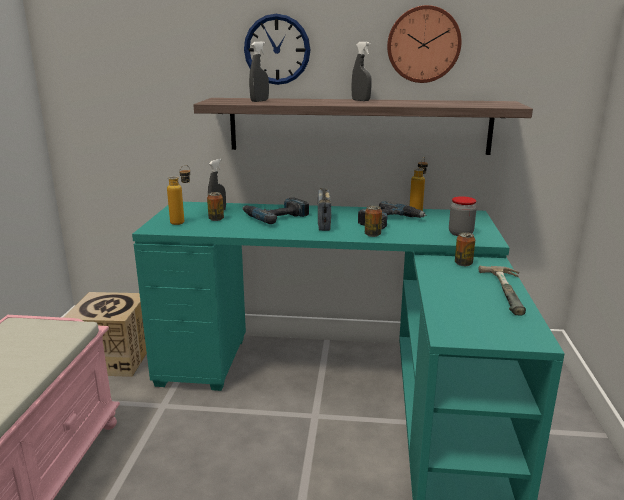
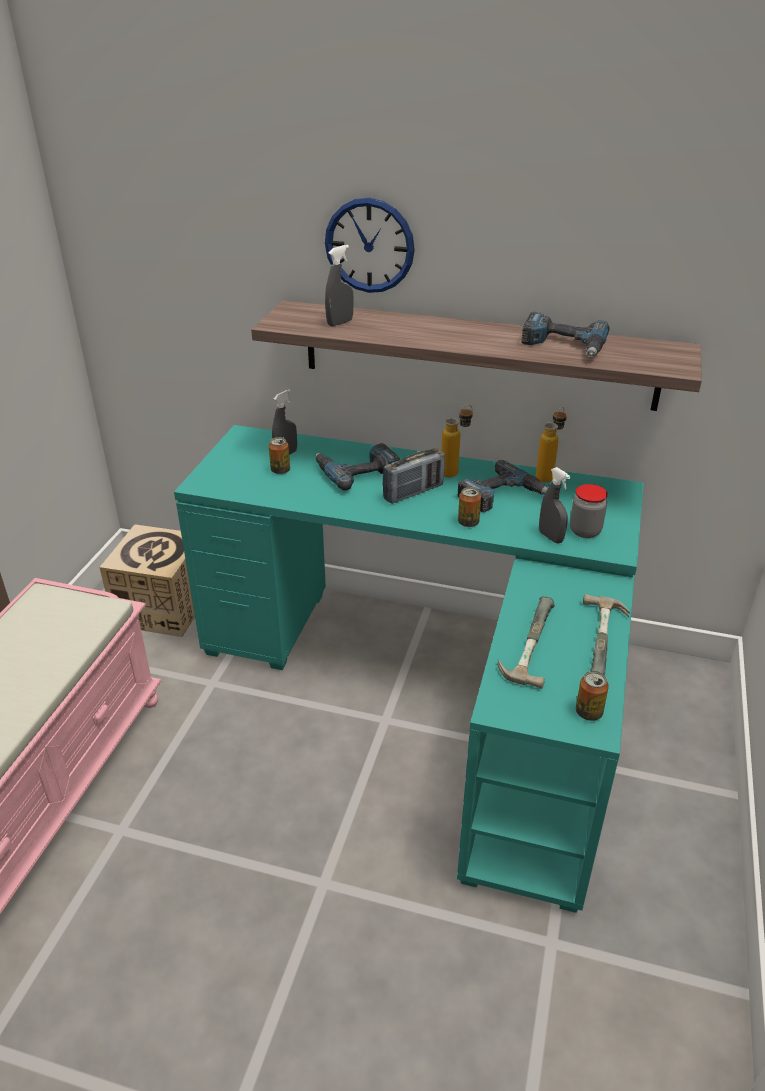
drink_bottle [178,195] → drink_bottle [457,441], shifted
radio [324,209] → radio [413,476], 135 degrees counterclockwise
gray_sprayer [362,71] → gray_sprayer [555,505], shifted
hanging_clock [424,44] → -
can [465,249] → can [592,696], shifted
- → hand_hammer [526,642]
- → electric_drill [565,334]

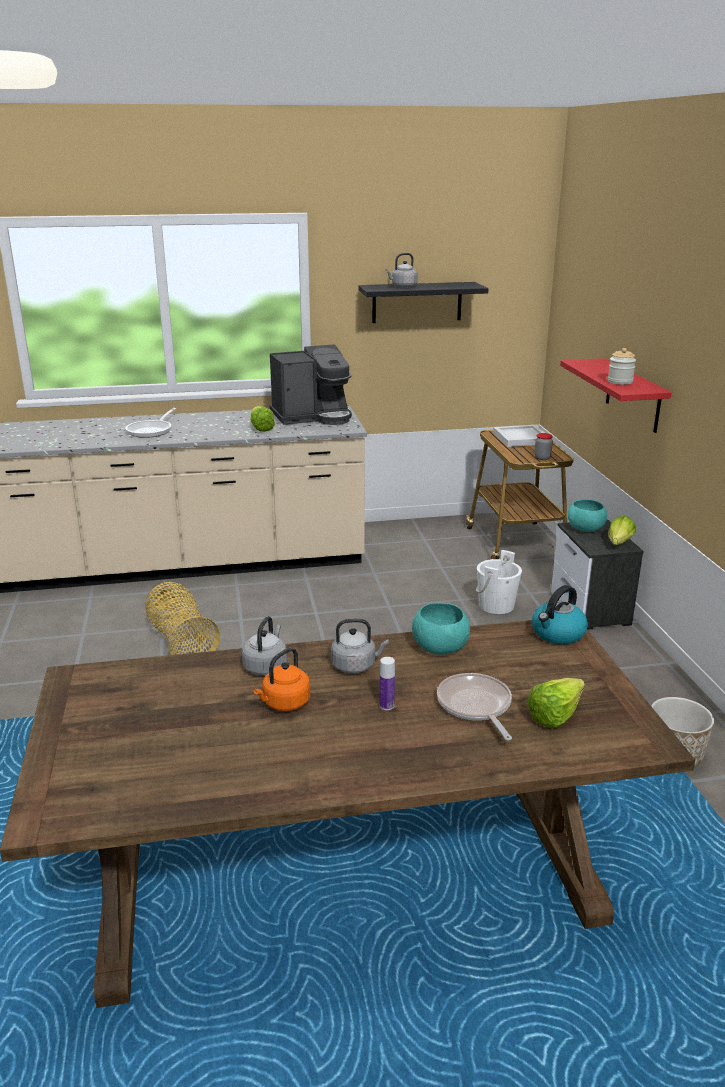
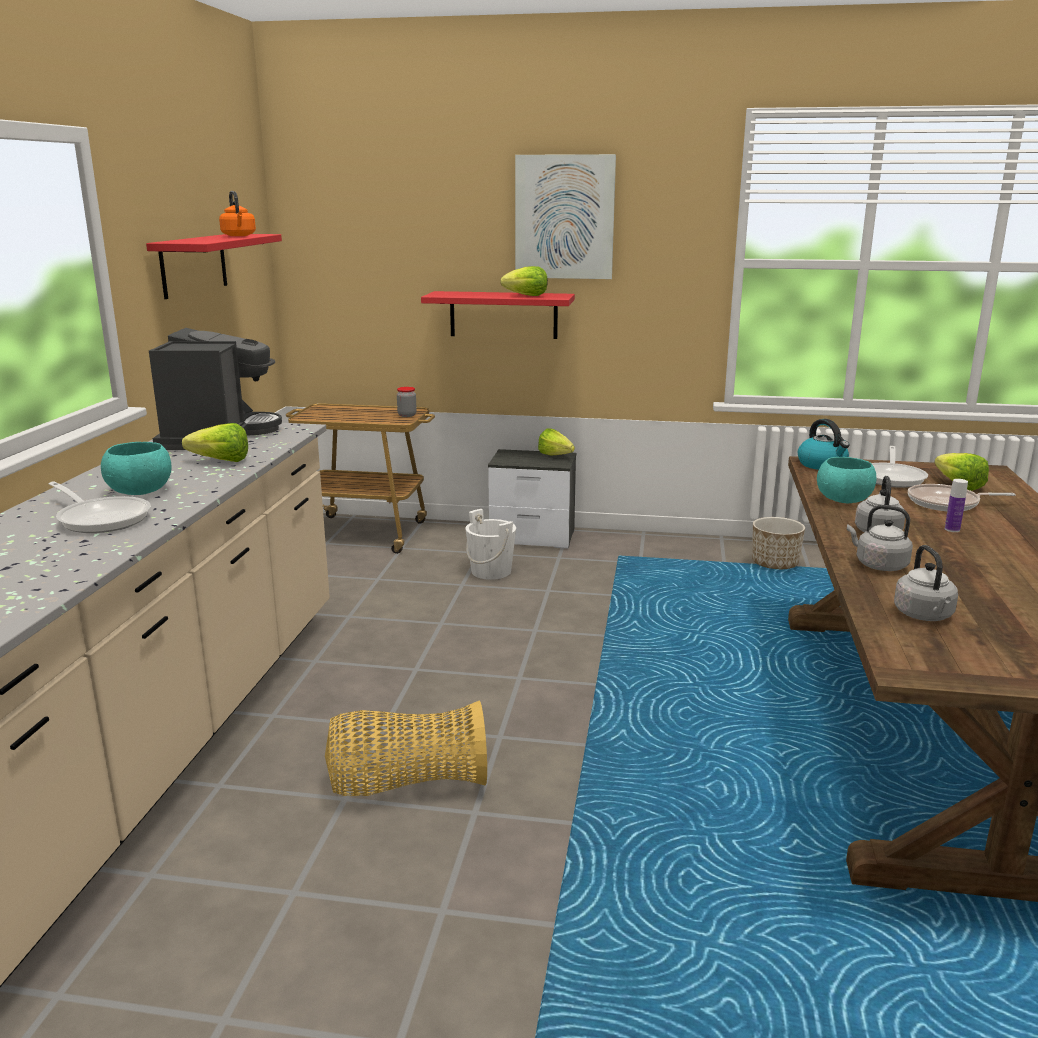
orange-coloured_water_kettle [281,679] → orange-coloured_water_kettle [237,213], shifted
black_wall_shelf [424,302] → red-coloured_wall_shelf [214,266]
gray_water_kettle [401,270] → gray_water_kettle [926,583], shifted
white_tray [519,436] → -
turquoise-coloured_deep_dish [587,515] → turquoise-coloured_deep_dish [136,468], shifted
jar [622,366] → head_of_lettuce [524,281]
- → picture [565,216]
- → pan [899,467]

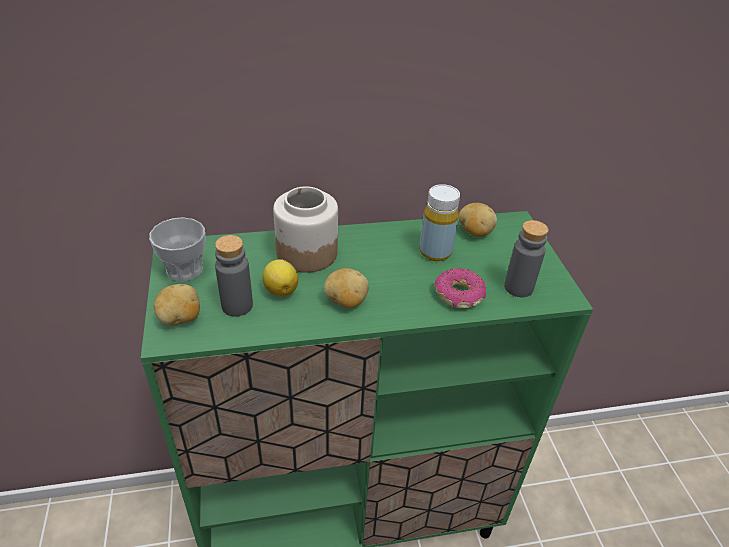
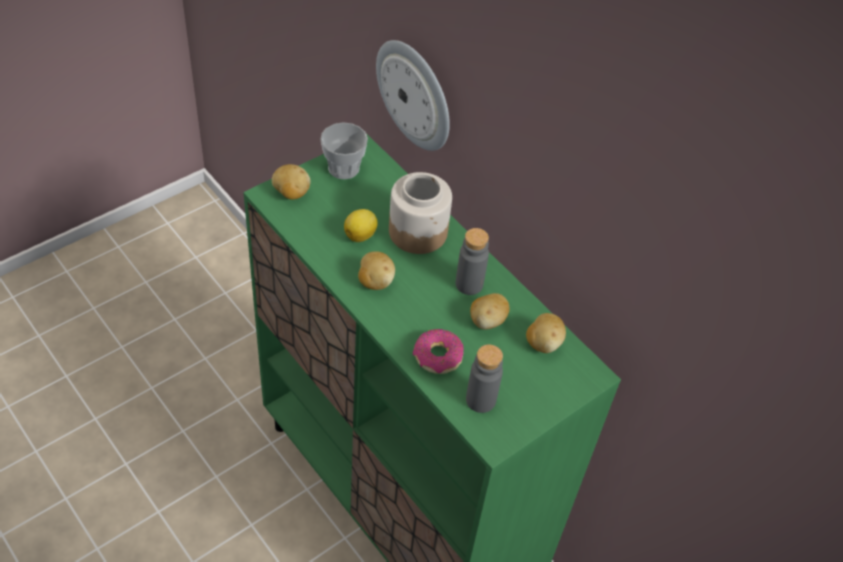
gray_drink_bottle [234,275] → gray_drink_bottle [472,261], shifted
yellowish_drink_bottle [439,222] → spud [490,311]
- → hanging_clock [413,95]

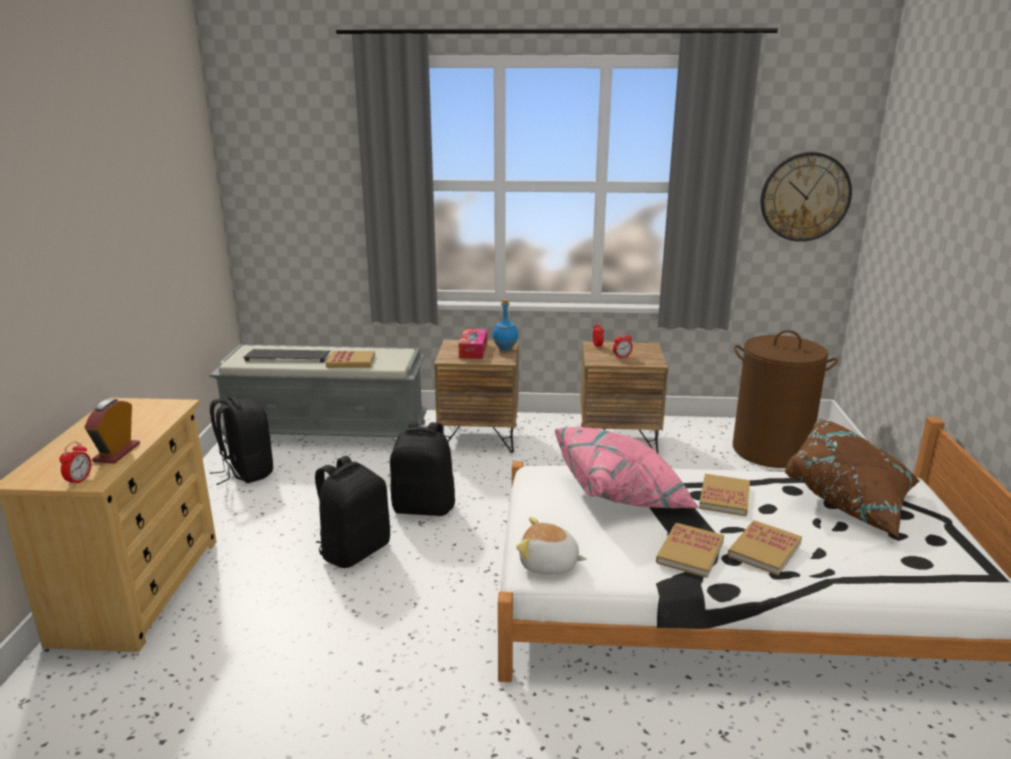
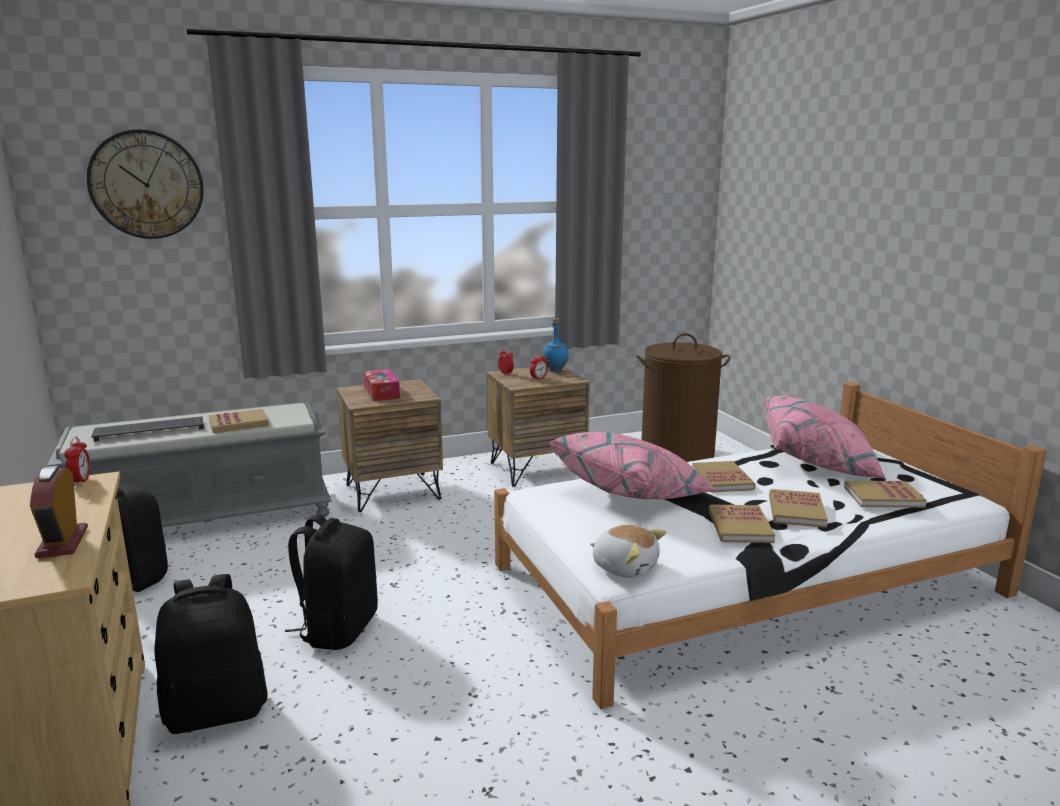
alarm_clock [75,463] → alarm_clock [77,461], shifted
black_backpack [422,468] → black_backpack [211,654], shifted
blue-coloured_drink_bottle [505,325] → blue-coloured_drink_bottle [556,345], shifted
soft_toy [551,546] → soft_toy [628,551], 135 degrees counterclockwise
hanging_clock [806,197] → hanging_clock [145,184], shifted
brownish_throw_pillow [852,478] → pink_throw_pillow [825,437]
- → bound_book [885,494]

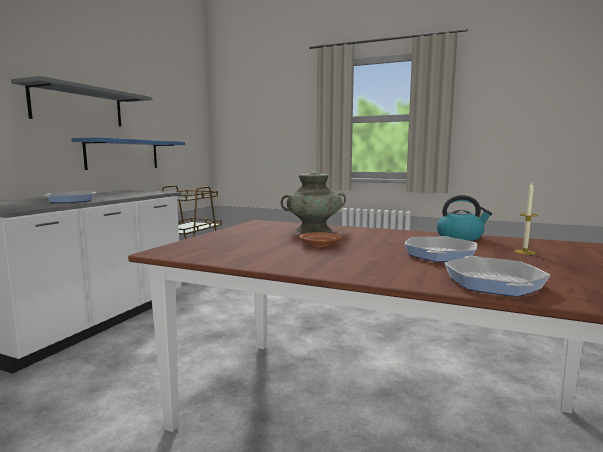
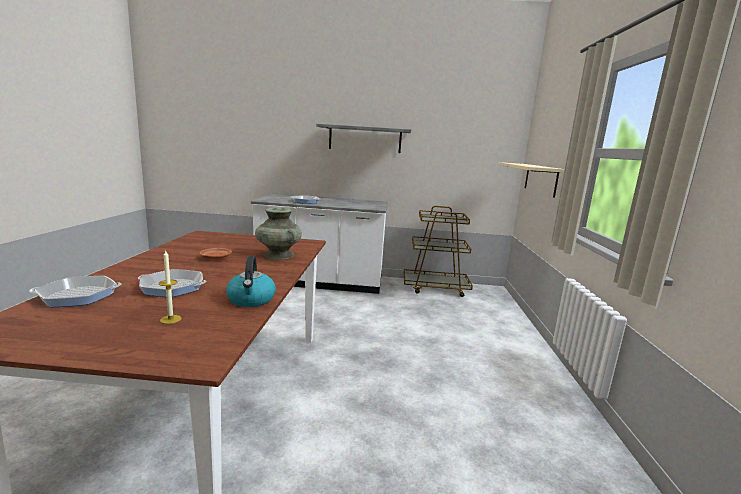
blue-coloured_wall_shelf [128,153] → -
- → sand-coloured_wall_shelf [531,180]

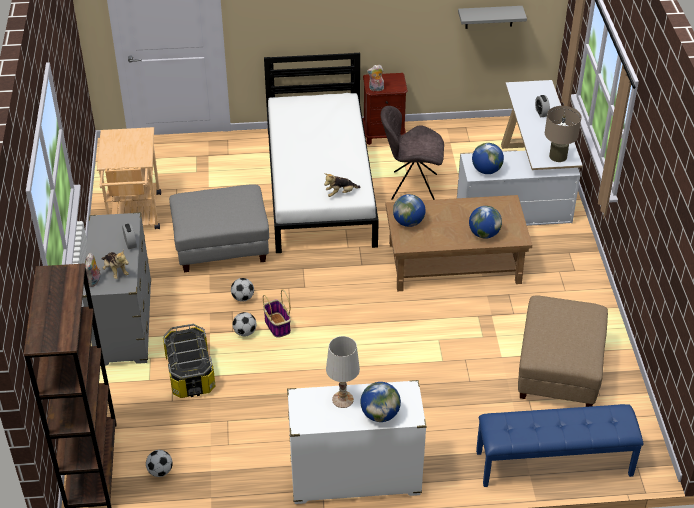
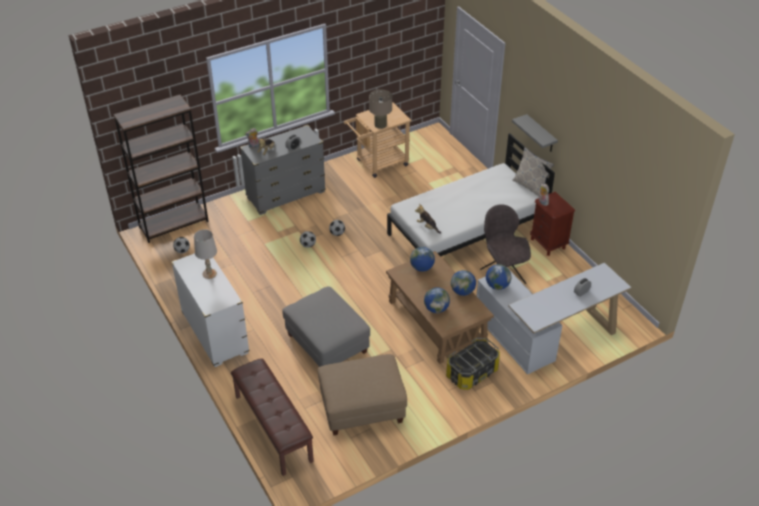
storage_container [189,361] → storage_container [473,363], shifted
gray_pouffe [219,228] → gray_pouffe [326,326], shifted
household_basket [277,313] → -
world_globe [381,402] → world_globe [463,283], shifted
gray_wall_shelf [492,17] → gray_wall_shelf [535,132], shifted
blue-coloured_indoor_bench [559,445] → brownish_indoor_bench [272,417]
sand-coloured_lamp_for_a_table [563,134] → sand-coloured_lamp_for_a_table [380,109], shifted
- → throw_pillow [533,171]

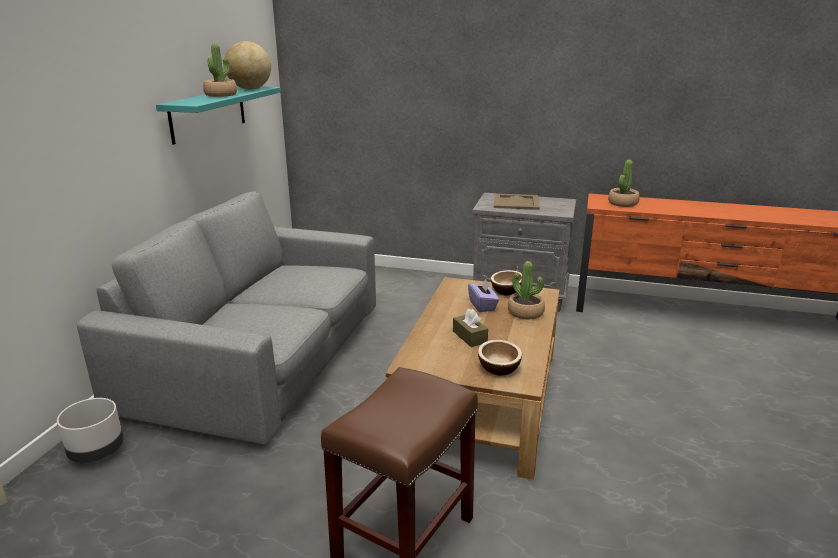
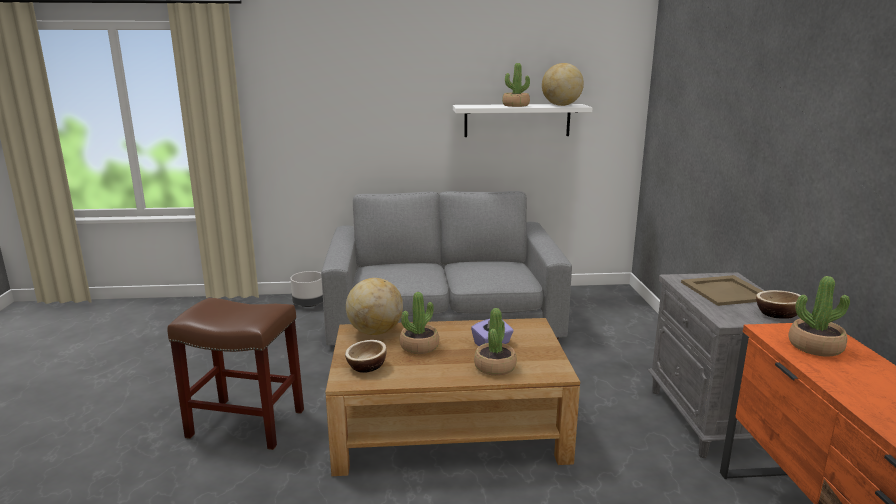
turquoise-coloured_wall_shelf [218,115] → white_wall_shelf [522,120]
brownish_box_of_tissues [470,328] → potted_plant [419,323]
deep_dish [506,283] → deep_dish [778,304], shifted
- → world_globe [374,306]

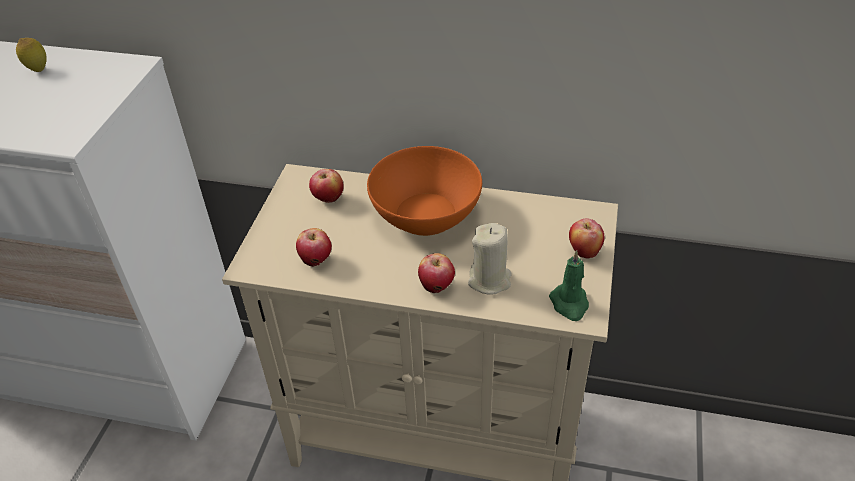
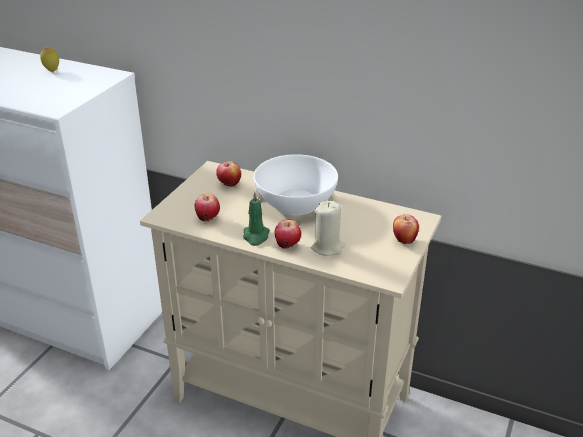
orange-coloured_deep_dish [424,191] → white_deep_dish [296,184]
green-coloured_wax_candle [569,285] → green-coloured_wax_candle [257,219], shifted

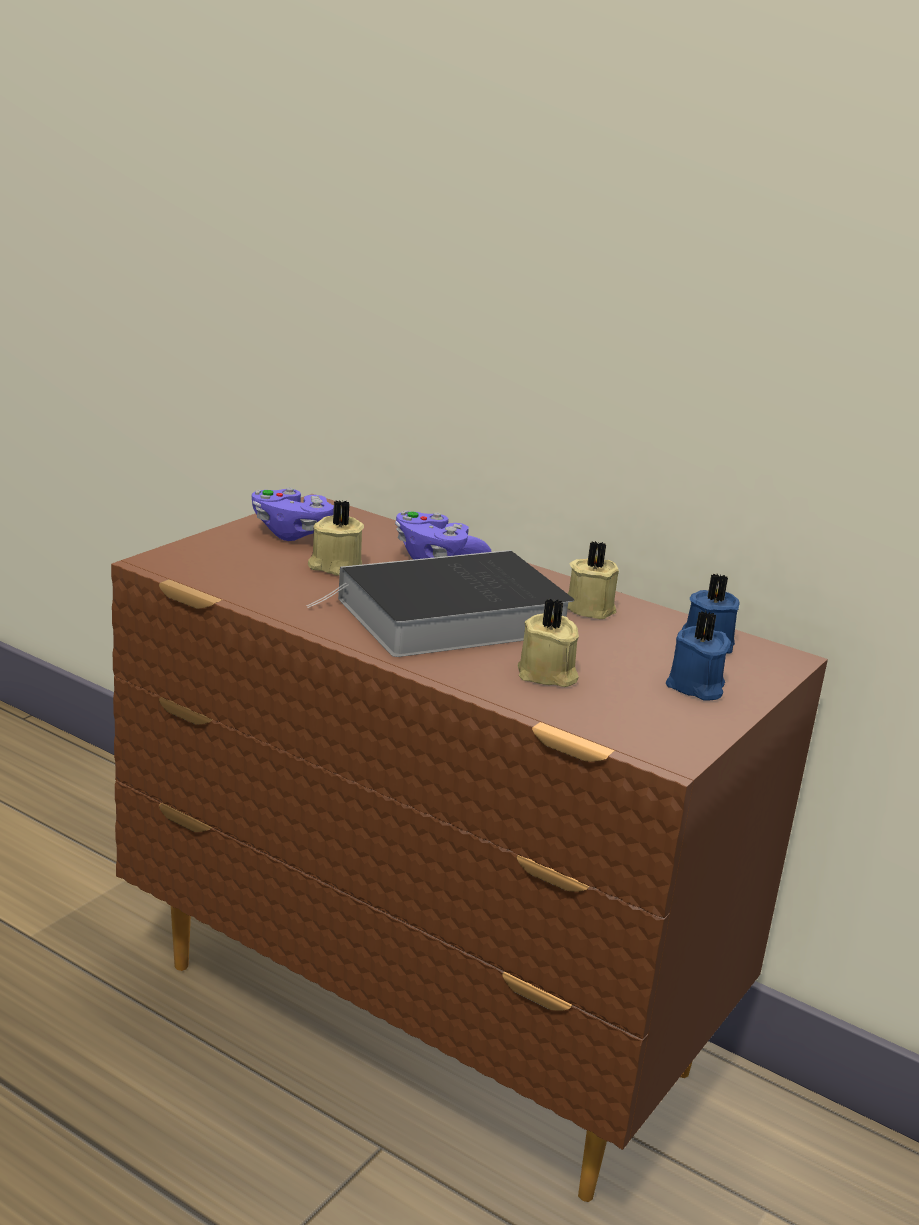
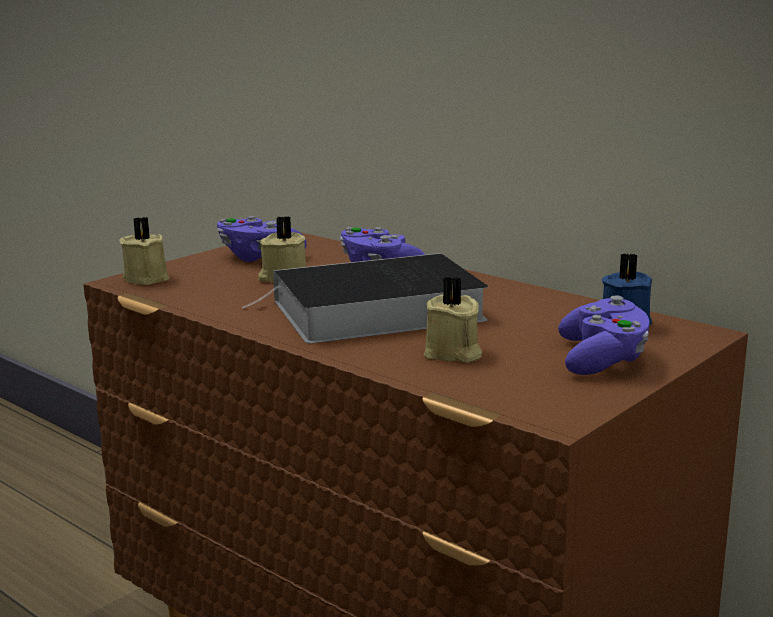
sand-coloured_wax_candle [593,580] → sand-coloured_wax_candle [144,251], shifted
blue-coloured_wax_candle [698,656] → purplish_joypad [604,335]

